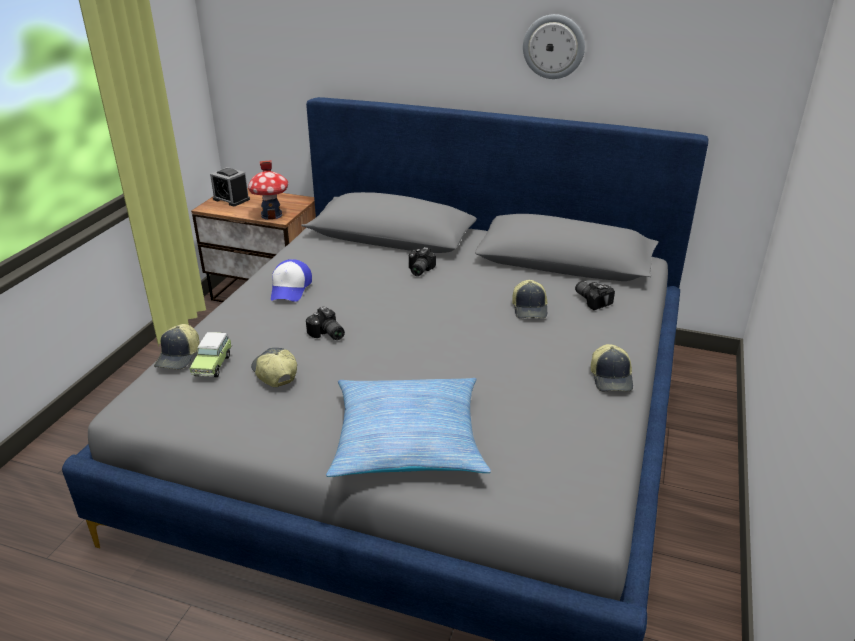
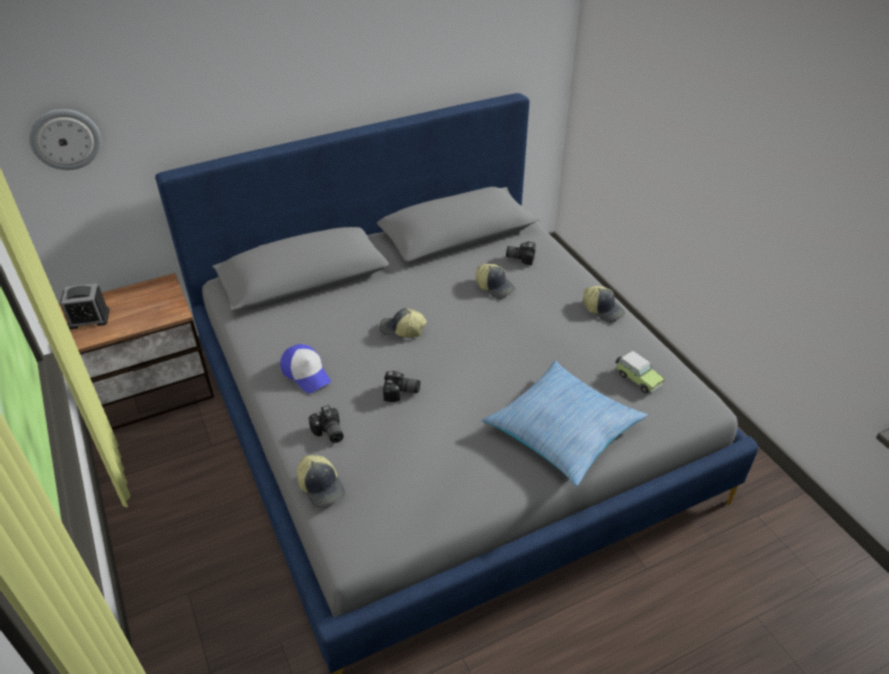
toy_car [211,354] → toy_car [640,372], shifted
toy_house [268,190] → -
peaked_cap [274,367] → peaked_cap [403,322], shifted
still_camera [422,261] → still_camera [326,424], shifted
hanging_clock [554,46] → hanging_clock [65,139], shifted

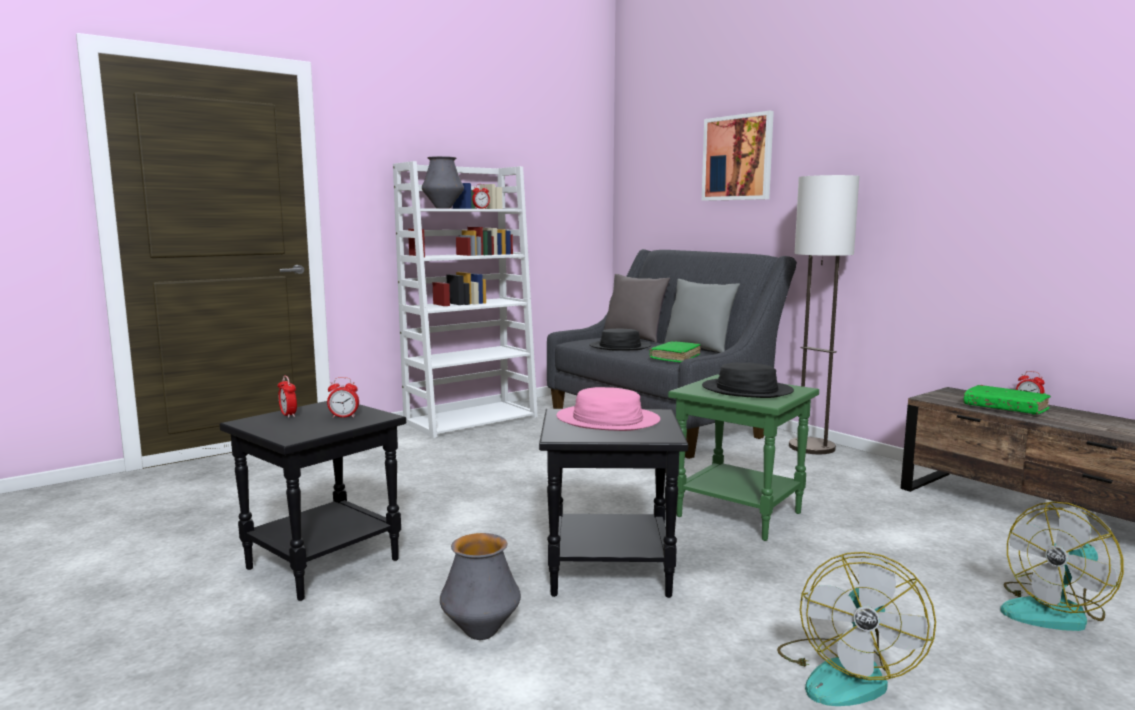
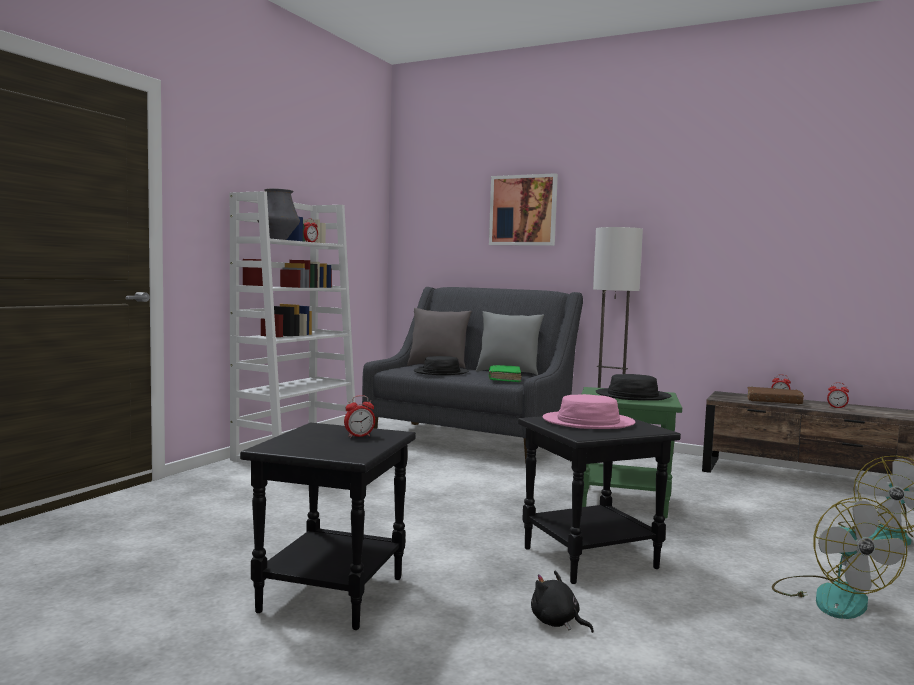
alarm_clock [287,396] → alarm_clock [838,395], shifted
decorative_vase [480,586] → black_soft_toy [562,602]
green-coloured_bound_book [1007,400] → brownish_bound_book [775,395]

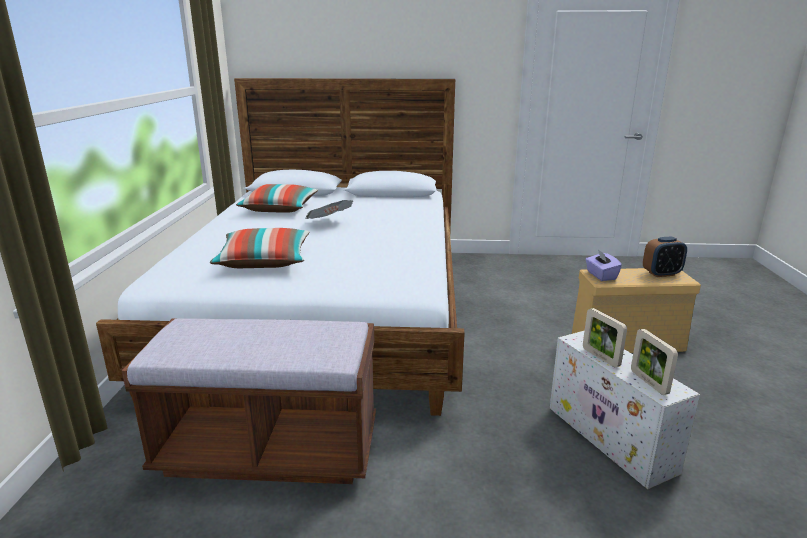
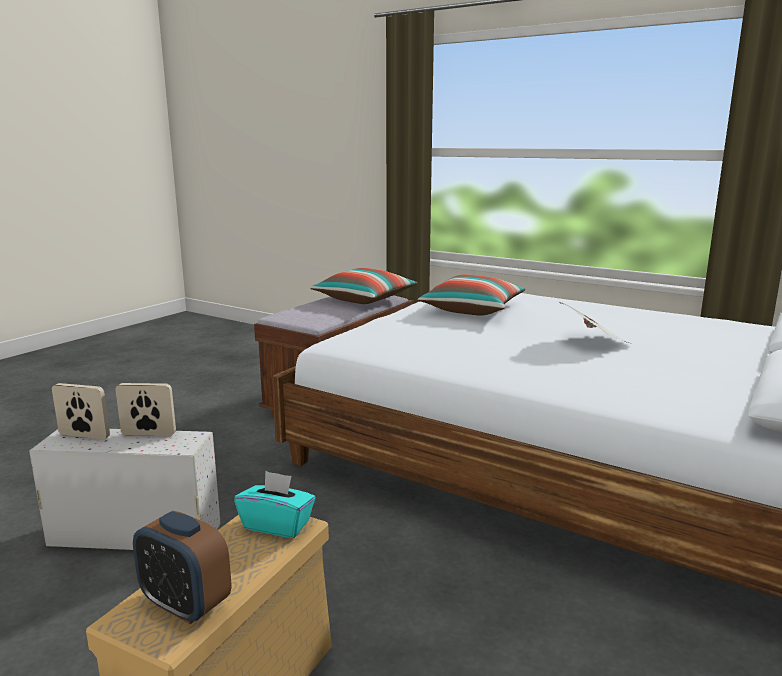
throw_pillow [277,198] → throw_pillow [364,286], shifted
purplish_box_of_tissues [603,265] → turquoise-coloured_box_of_tissues [275,504]
alarm_clock [665,257] → alarm_clock [182,567], 75 degrees counterclockwise

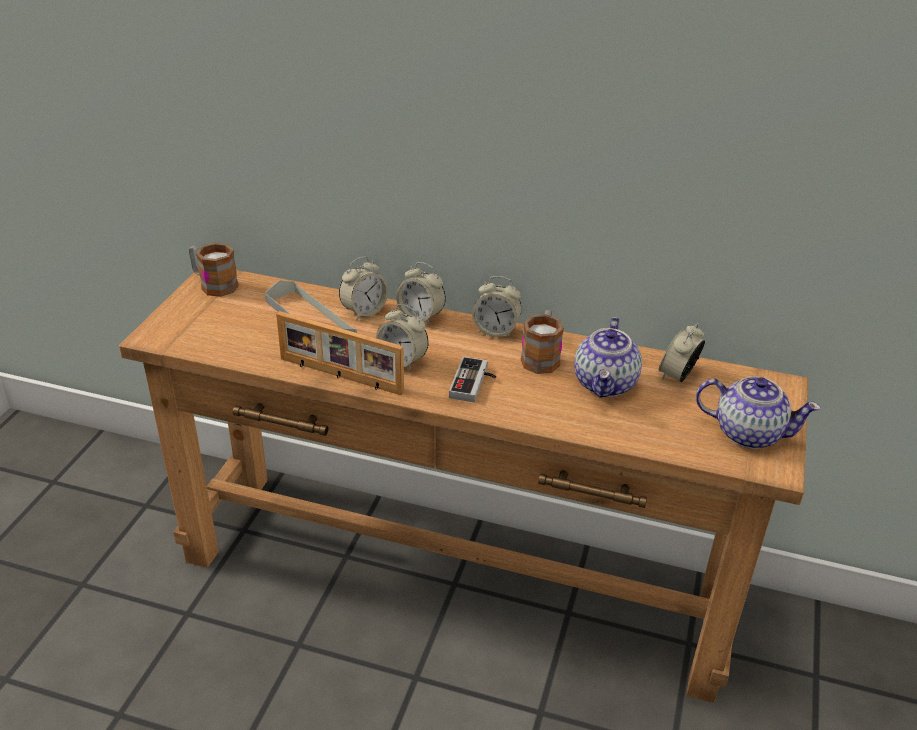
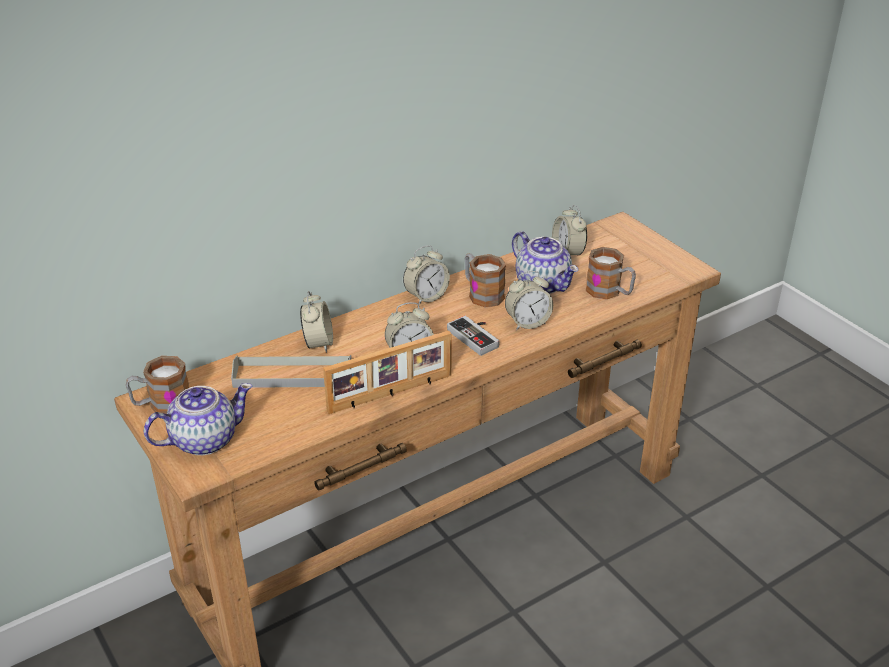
alarm_clock [421,294] → alarm_clock [529,300], shifted
pot_for_tea [758,412] → pot_for_tea [198,419], shifted
- → mug [611,273]

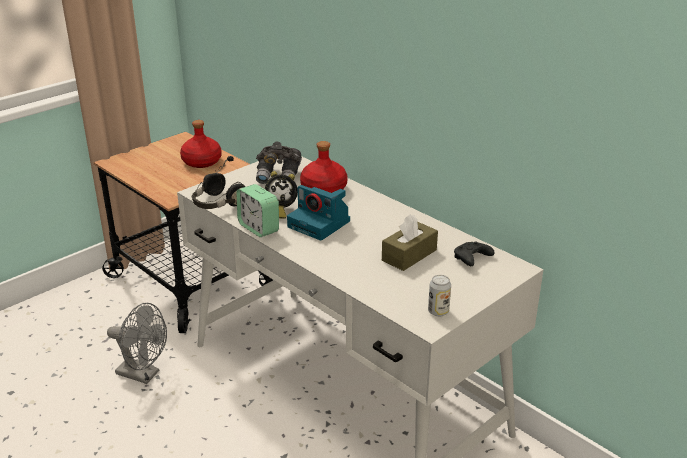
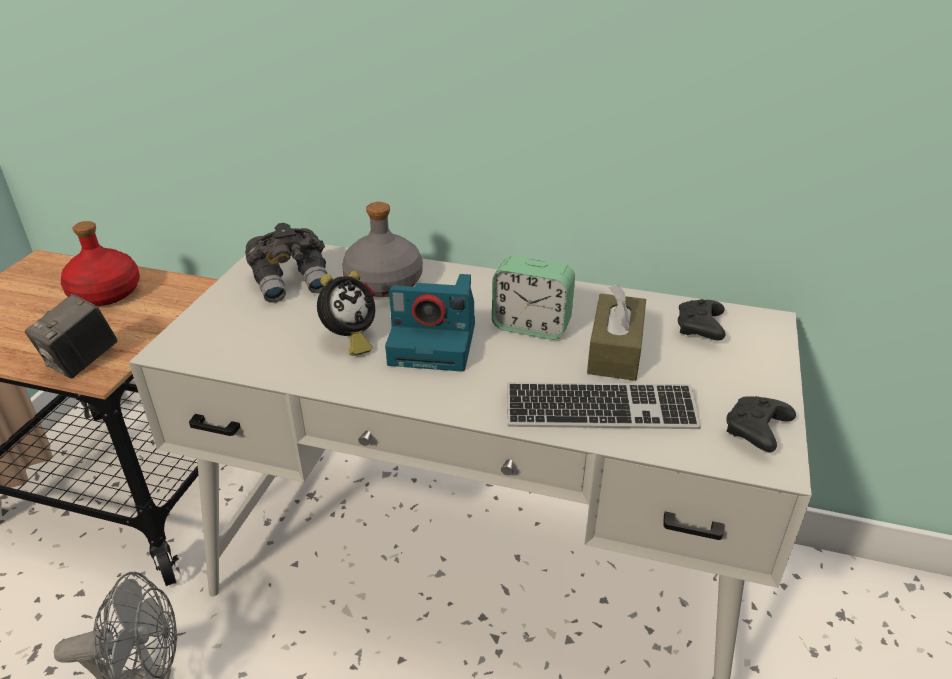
black_headset [218,182] → -
alarm_clock [257,210] → alarm_clock [533,298], shifted
red-coloured_drink_bottle [324,167] → gray_drink_bottle [382,249]
can [439,296] → black_joypad [761,424]
- → still_camera [71,336]
- → PC_keyboard [604,405]

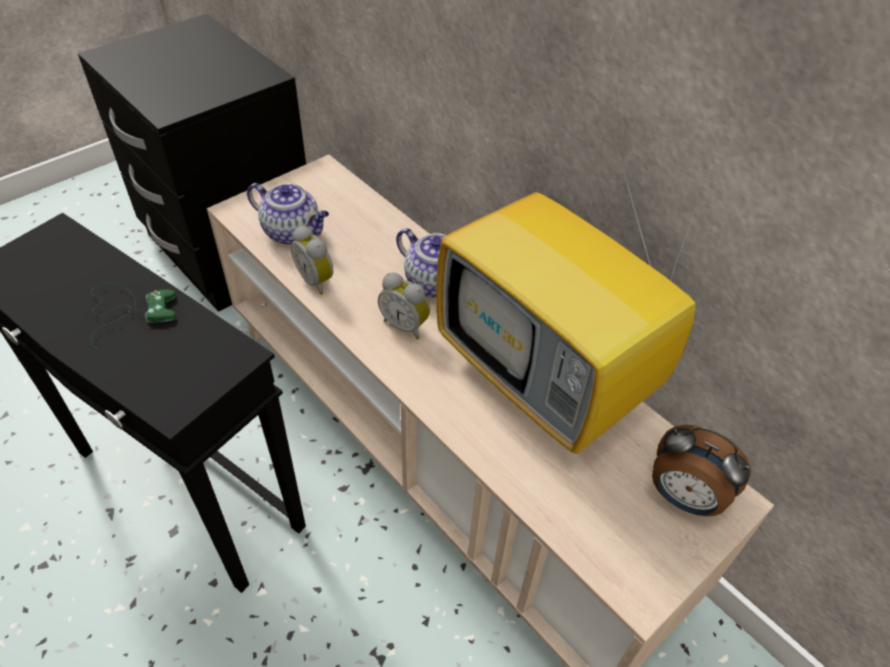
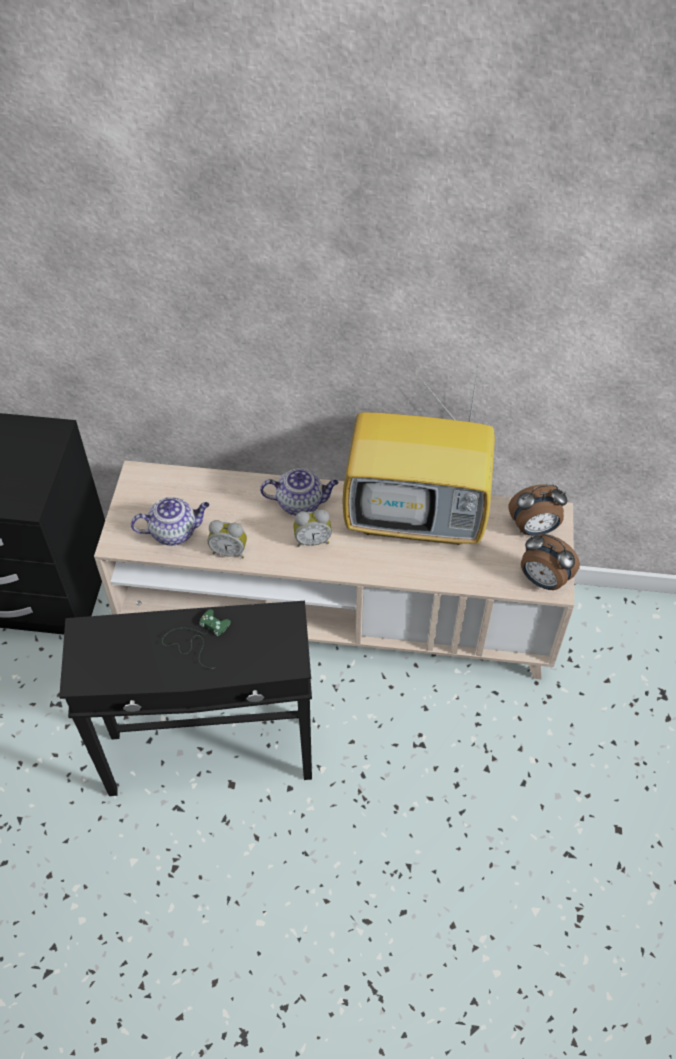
- → alarm_clock [550,562]

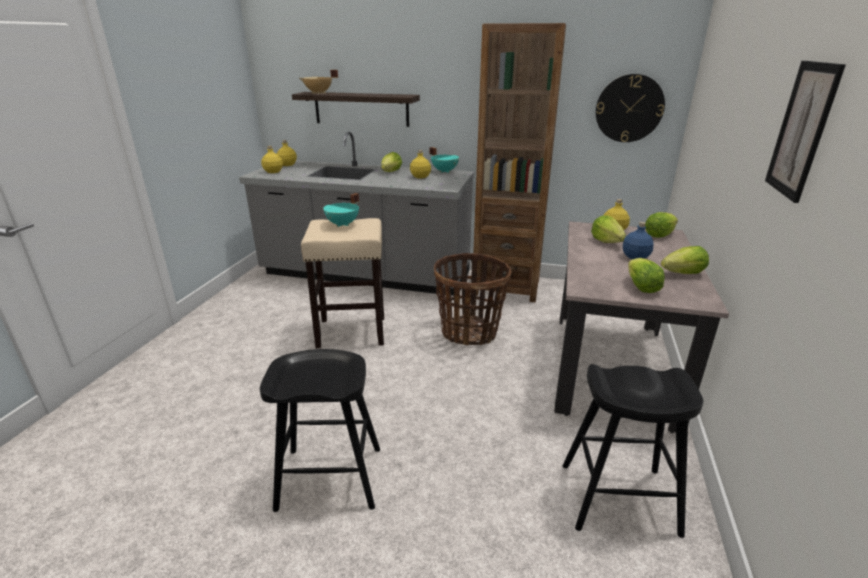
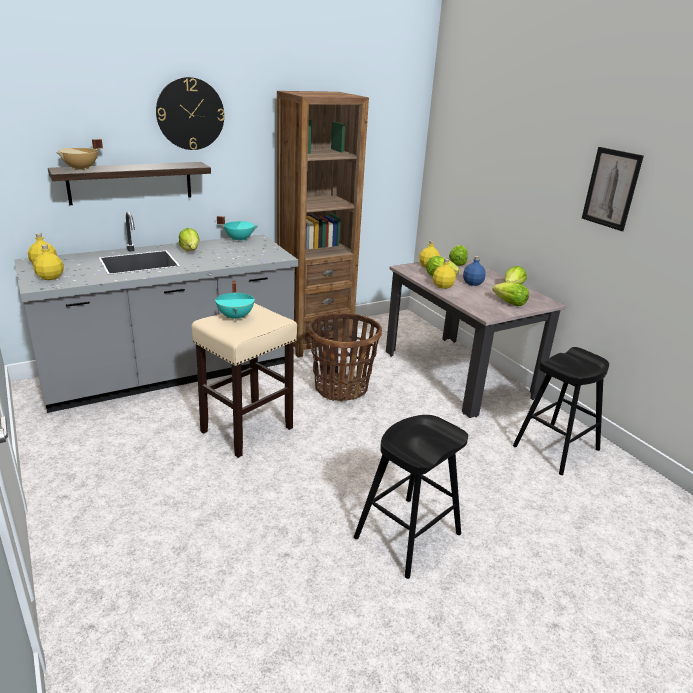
yellowish_drink_bottle [420,164] → yellowish_drink_bottle [444,273], shifted
hanging_clock [630,108] → hanging_clock [190,113], shifted

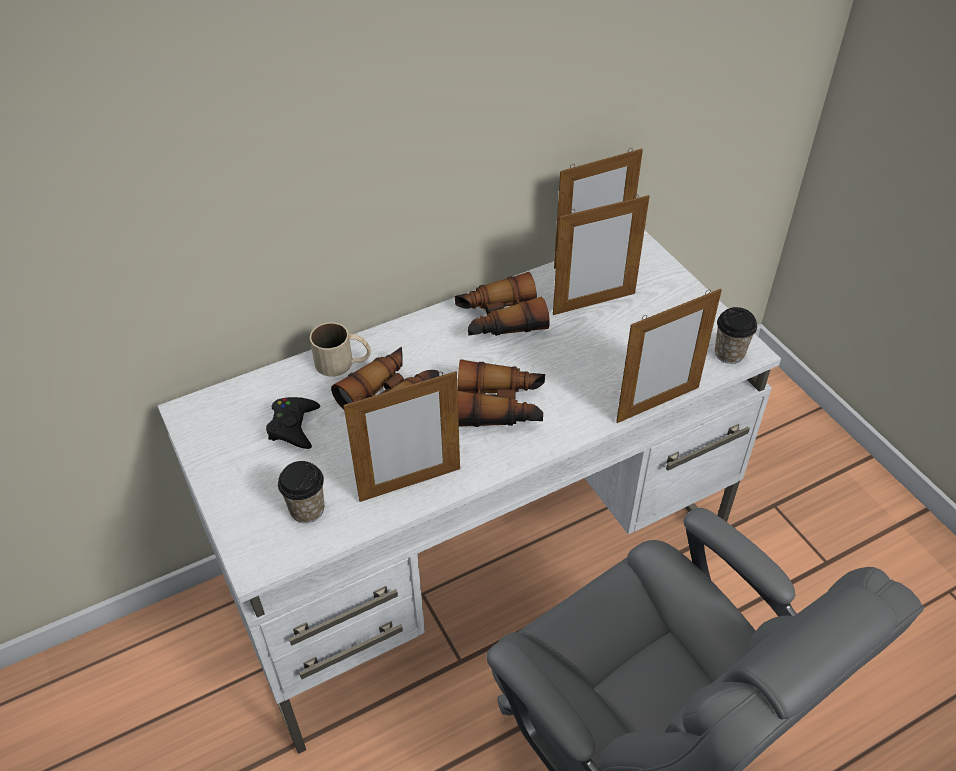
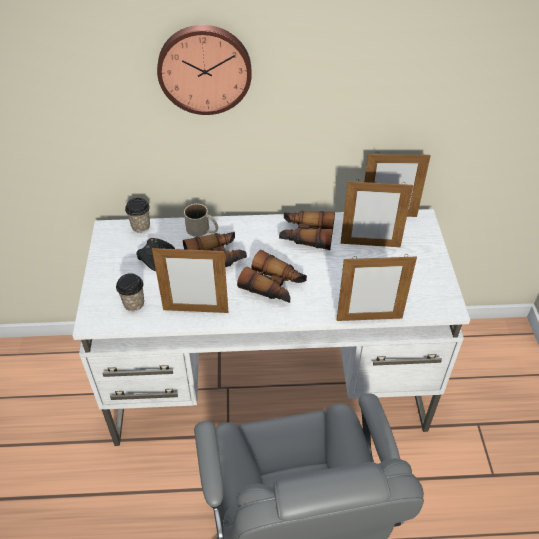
cup [736,335] → cup [137,215], shifted
- → hanging_clock [204,70]

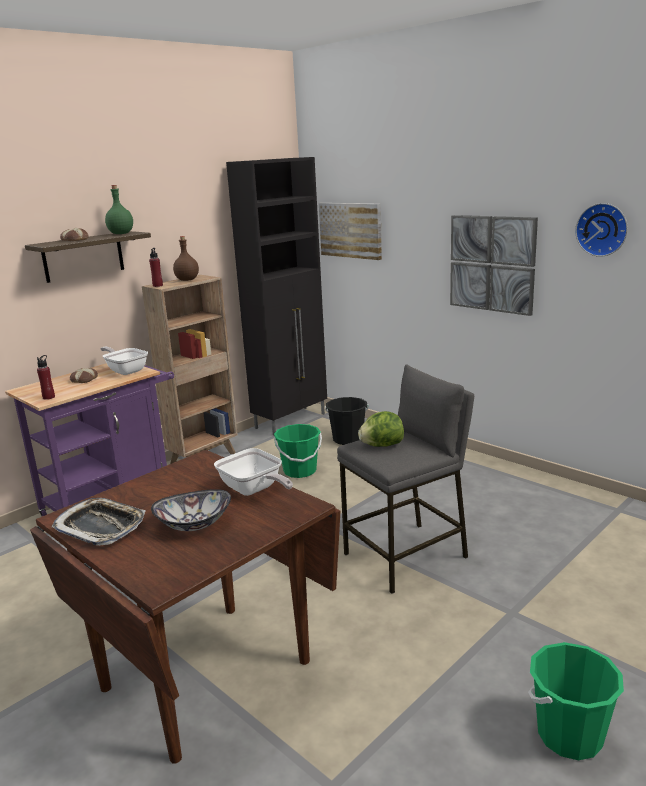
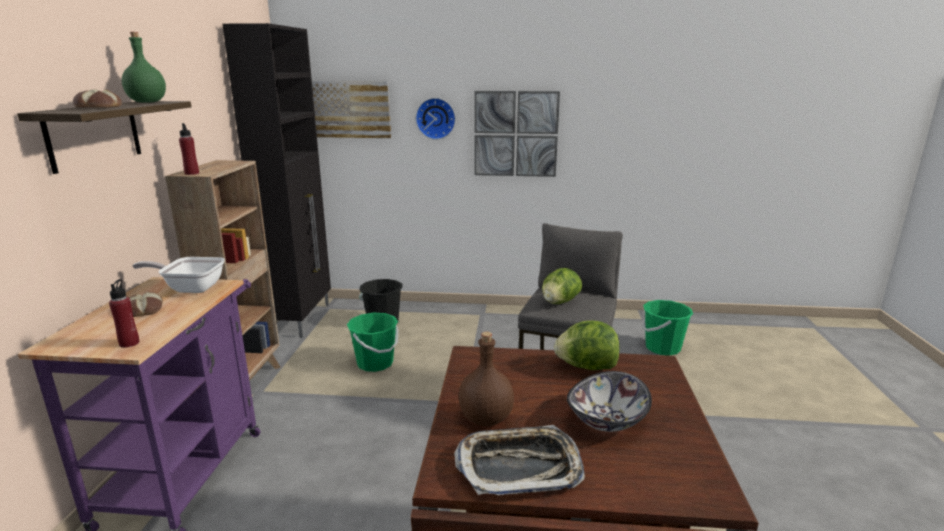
brownish_drink_bottle [186,258] → brownish_drink_bottle [486,379], shifted
pan [253,472] → head_of_lettuce [586,345]
green-coloured_pail [576,701] → green-coloured_pail [667,328], shifted
hanging_clock [601,230] → hanging_clock [436,119], shifted

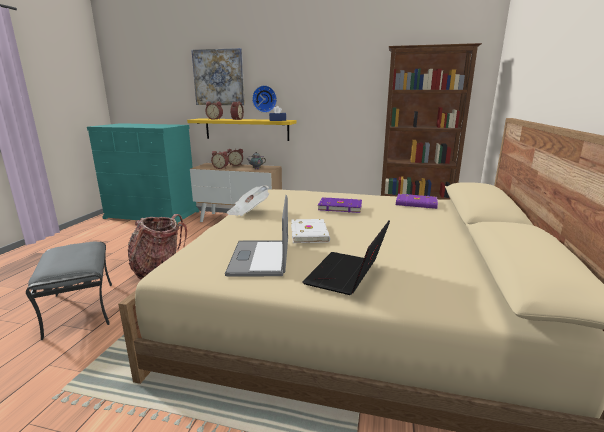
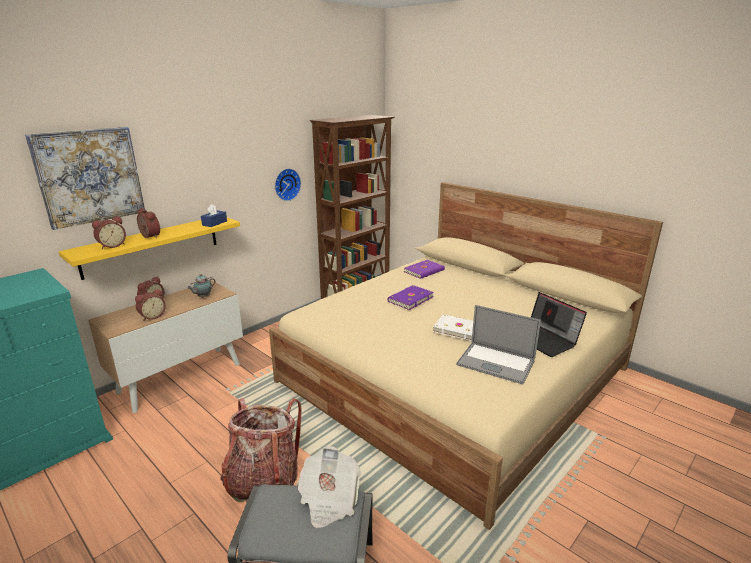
newspaper [248,200] → newspaper [329,487], shifted
hanging_clock [264,99] → hanging_clock [288,184], shifted

